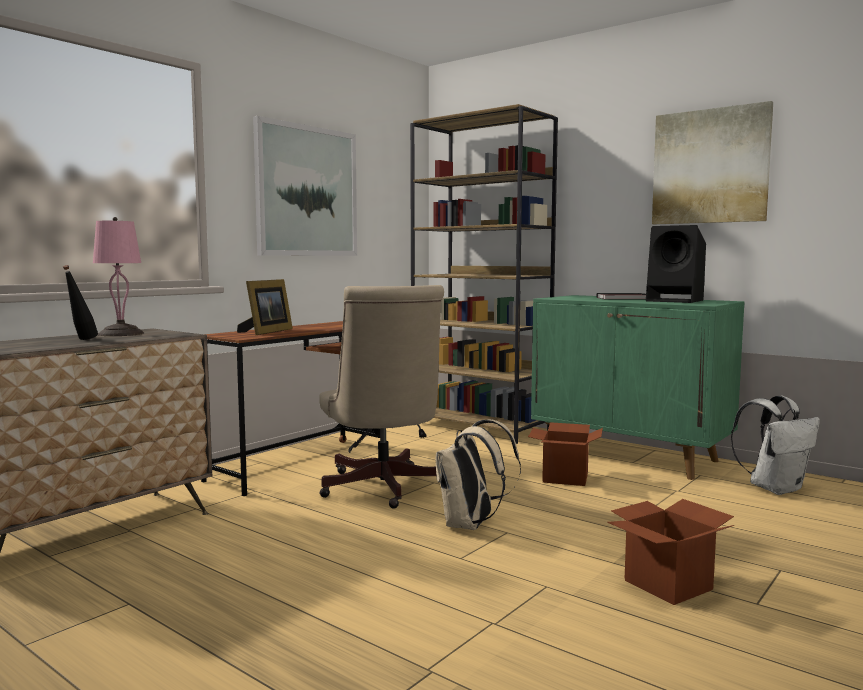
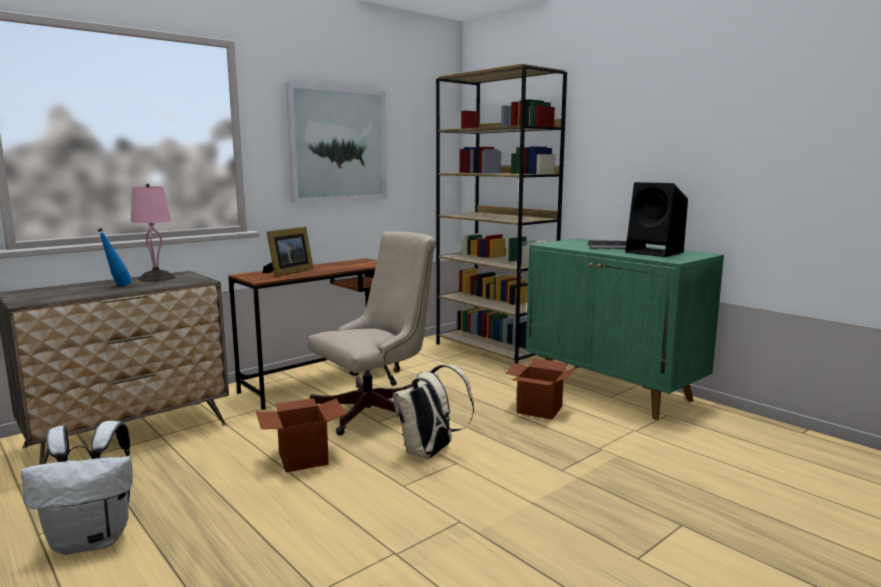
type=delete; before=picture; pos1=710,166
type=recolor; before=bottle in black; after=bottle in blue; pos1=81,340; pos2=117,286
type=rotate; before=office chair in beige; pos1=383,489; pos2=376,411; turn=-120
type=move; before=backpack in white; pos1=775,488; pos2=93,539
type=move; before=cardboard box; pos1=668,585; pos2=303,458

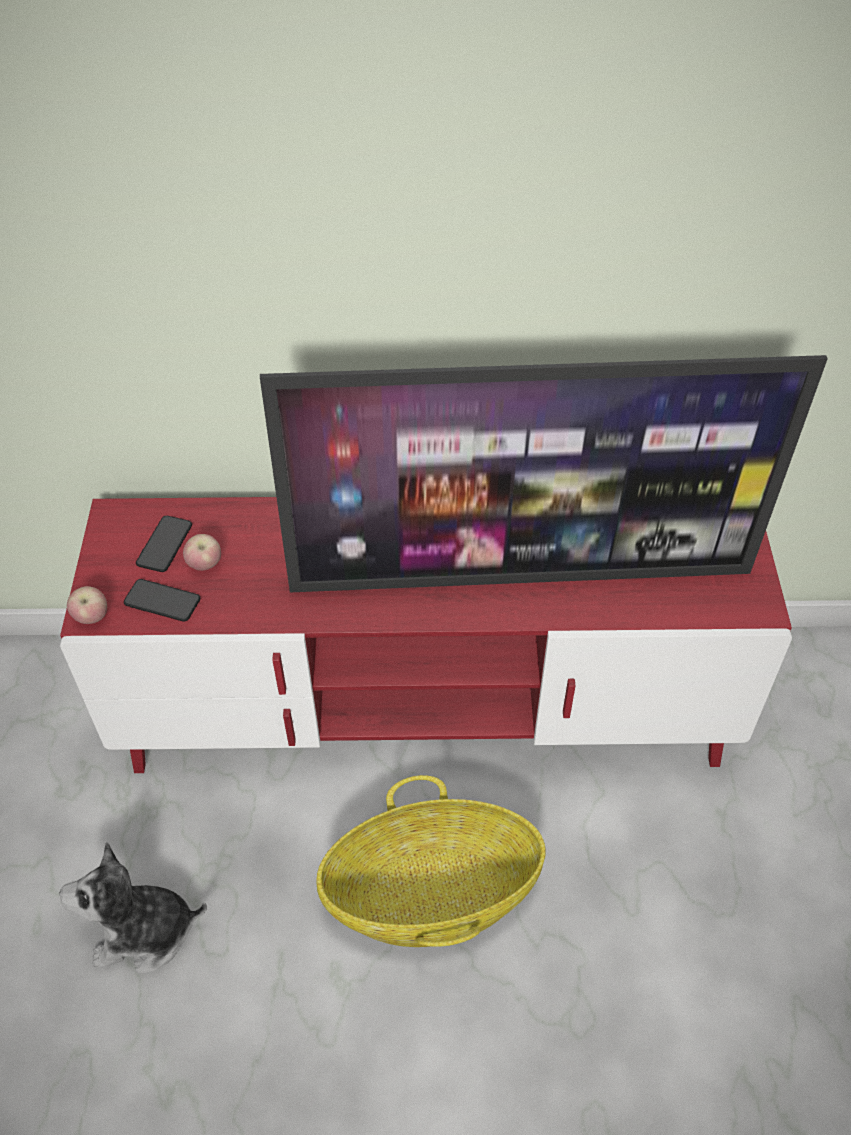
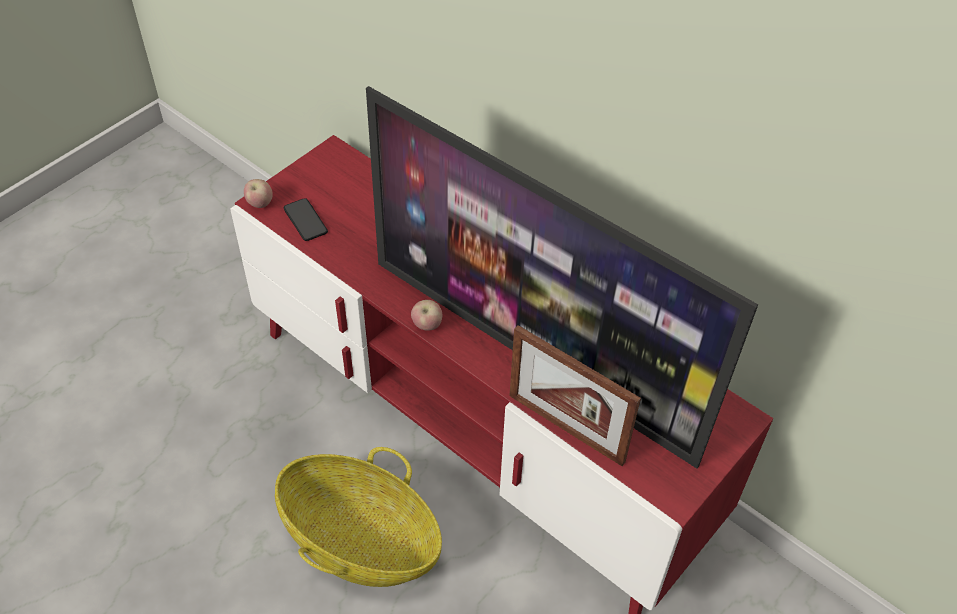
type=delete; before=phone; pos1=164,545
type=move; before=apple; pos1=205,565; pos2=427,325
type=delete; before=plush toy; pos1=143,933
type=insert; after=picture frame; pos2=566,428

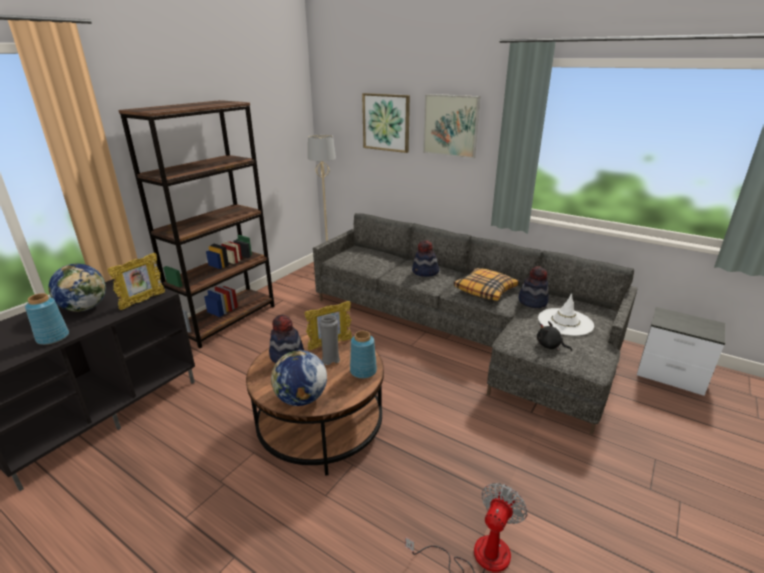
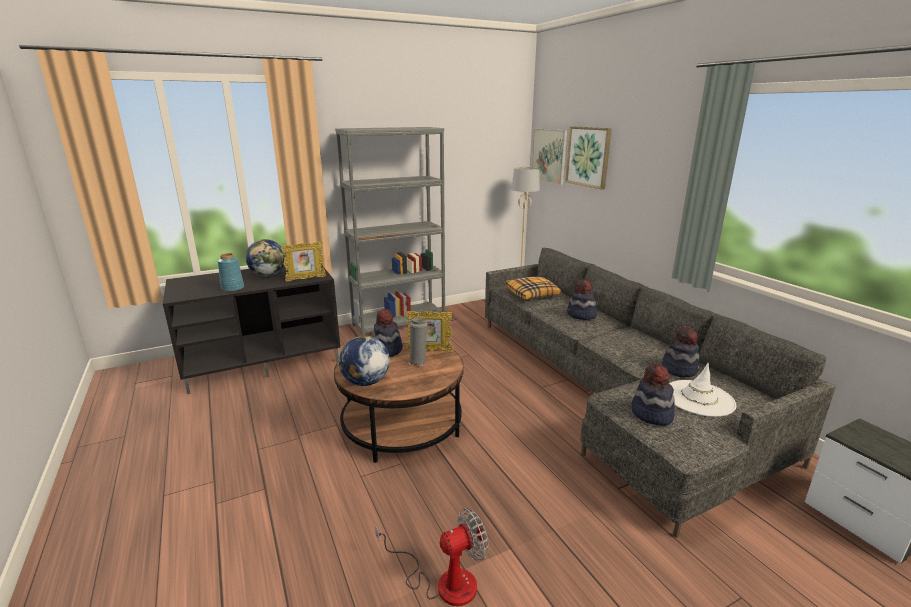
type=move; before=picture; pos1=450,125; pos2=549,155
type=recolor; before=bookcase in brown; after=bookcase in grey; pos1=227,320; pos2=399,323
type=move; before=pillow; pos1=485,290; pos2=532,294
type=replace; before=plush toy in black; after=hat; pos1=550,346; pos2=651,414
type=delete; before=vase in blue; pos1=363,371

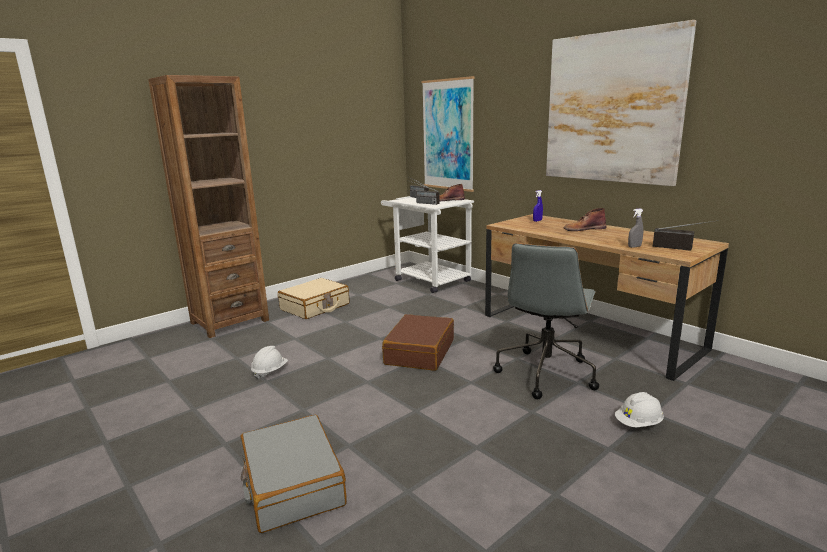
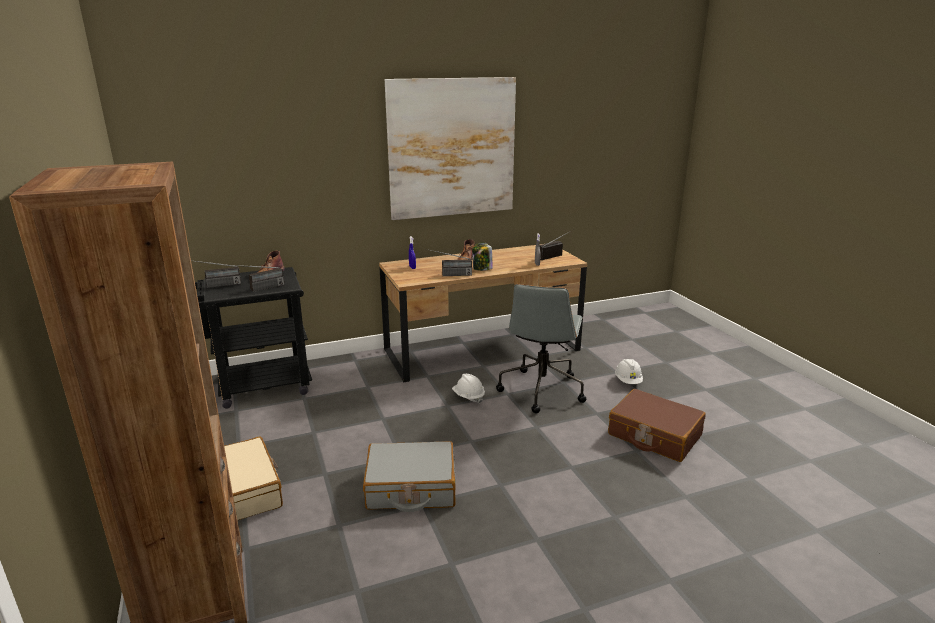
type=delete; before=picture; pos1=448,135
type=recolor; before=cart in white; after=cart in black; pos1=427,279; pos2=254,387
type=rotate; before=office chair in grey; pos1=545,373; pos2=541,389; turn=60
type=move; before=suitcase in brown; pos1=419,352; pos2=654,435
type=move; before=hard hat in white; pos1=270,371; pos2=468,397
type=move; before=suitcase in grey; pos1=292,484; pos2=411,487
type=insert; after=jar; pos2=482,269
type=insert; after=radio; pos2=449,275

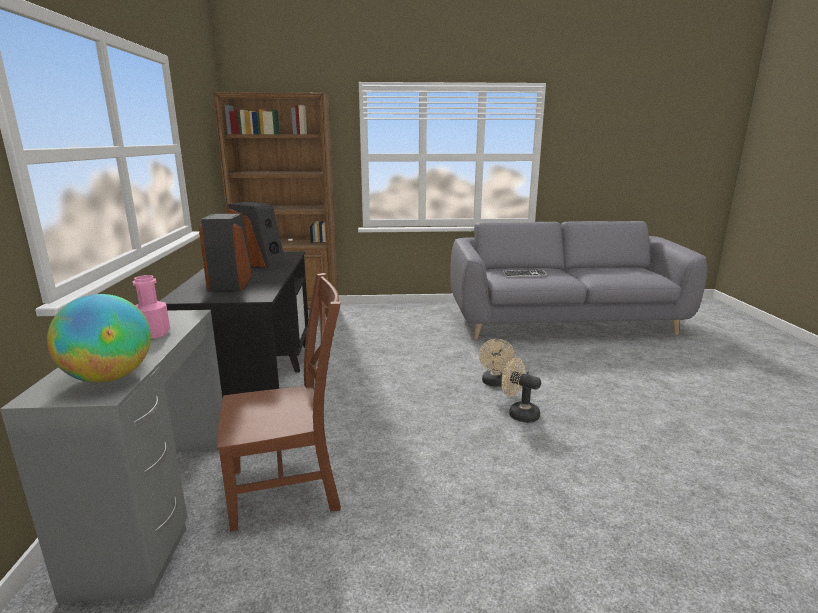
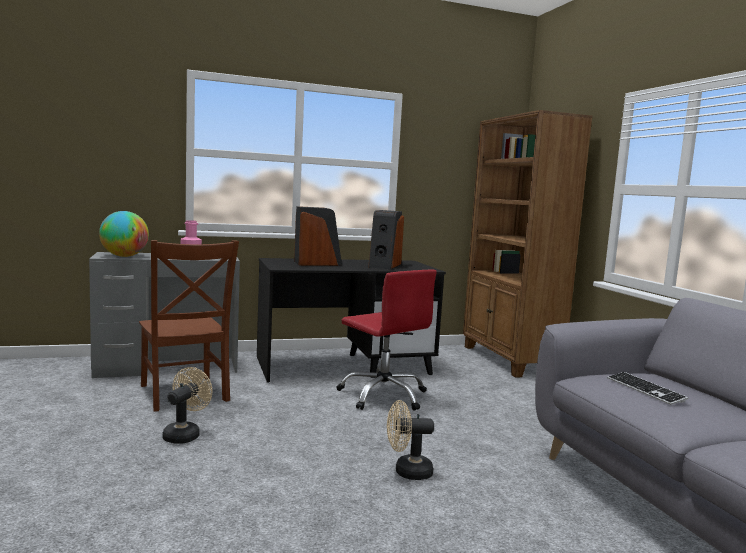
type=move; before=fan in beige; pos1=519,414; pos2=185,434
type=insert; after=office chair in red; pos2=383,395

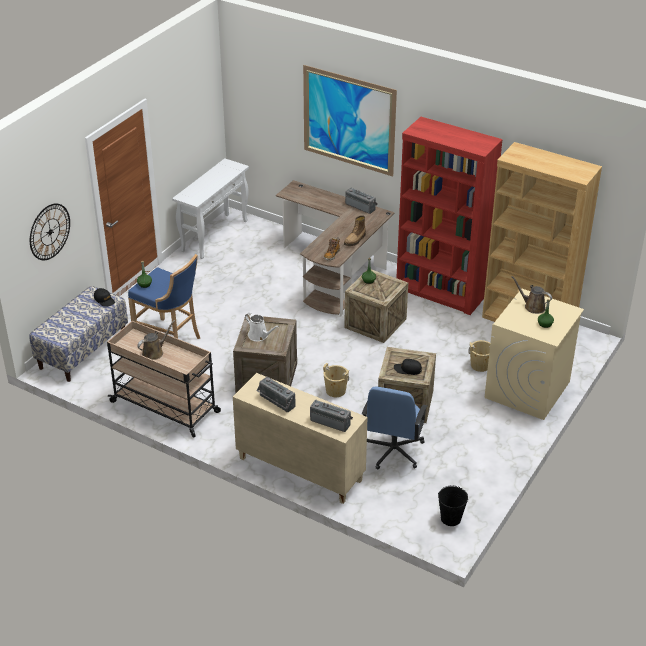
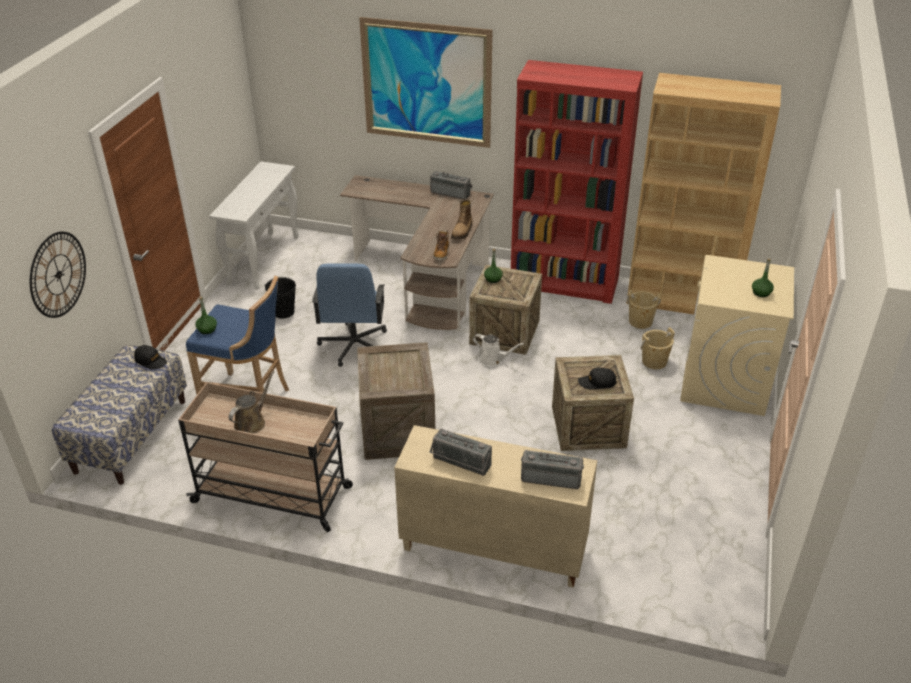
type=delete; before=watering can in brown; pos1=532,306
type=move; before=watering can in white; pos1=259,336; pos2=492,359
type=move; before=bucket in beige; pos1=335,391; pos2=640,322
type=move; before=office chair in blue; pos1=393,451; pos2=354,345
type=move; before=bucket in black; pos1=451,518; pos2=284,312

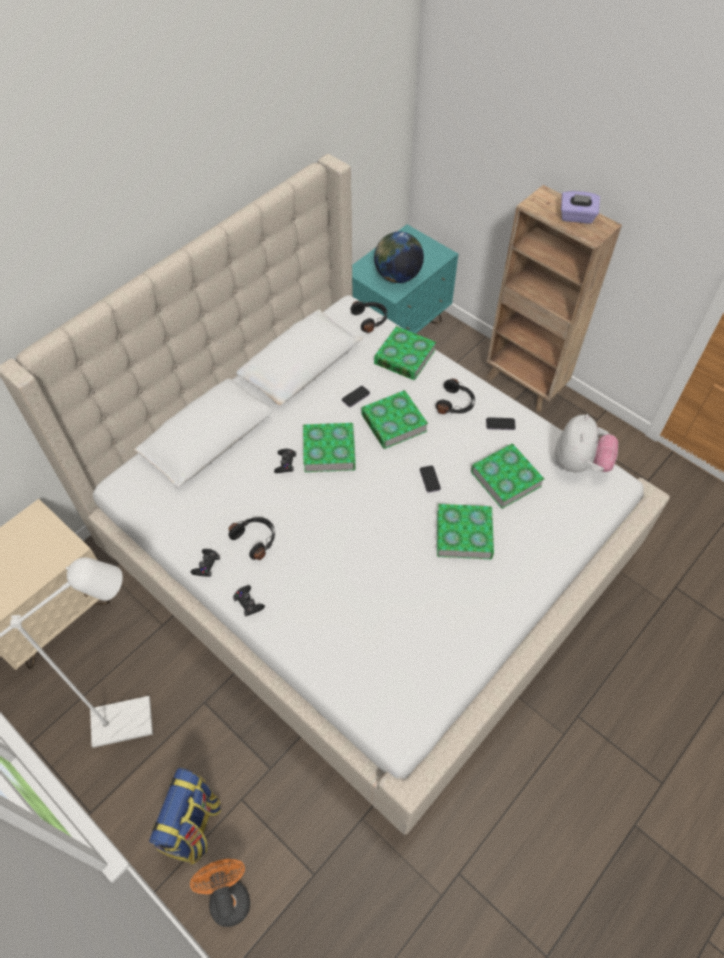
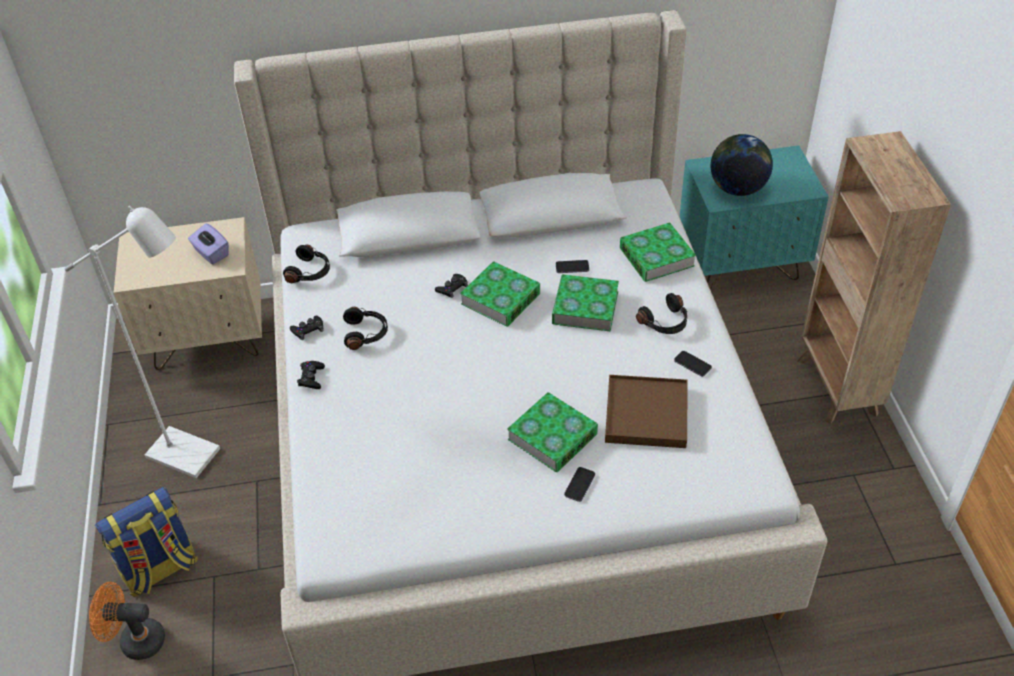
type=move; before=tissue box in purple; pos1=576,217; pos2=211,253
type=move; before=headphones in black; pos1=370,319; pos2=310,272
type=delete; before=plush toy; pos1=579,463
type=replace; before=book; after=tray in brown; pos1=506,479; pos2=646,414
type=move; before=phone; pos1=430,479; pos2=579,485
type=rotate; before=fan in orange; pos1=228,896; pos2=135,641; turn=-105

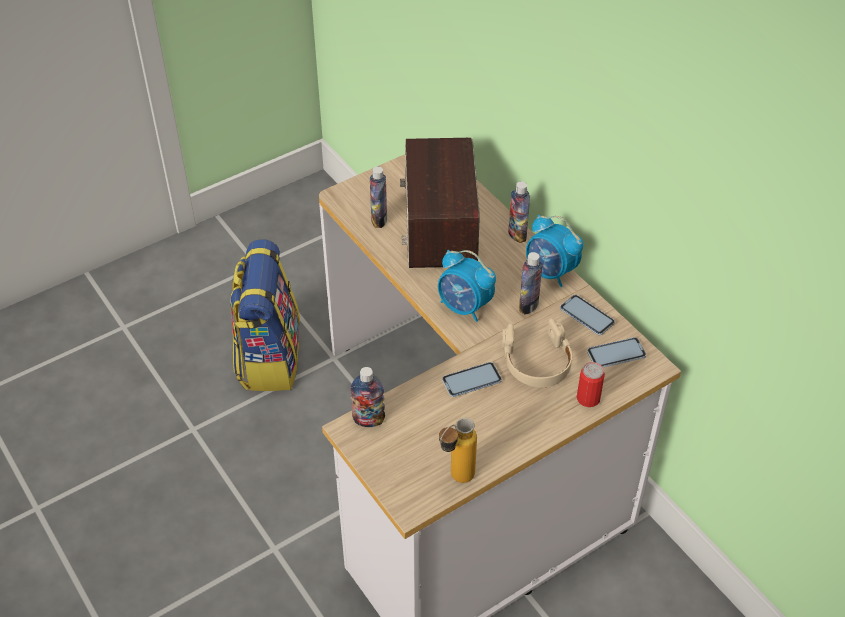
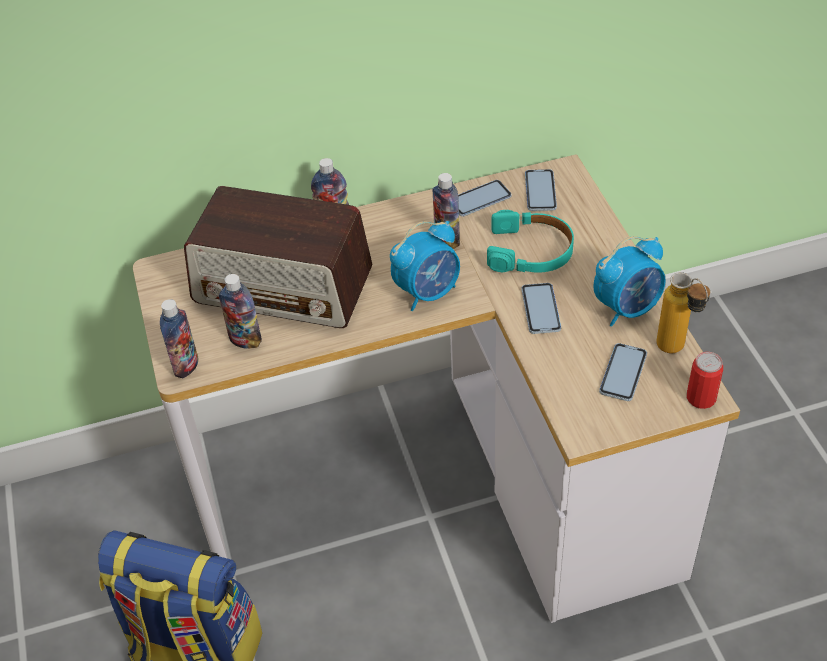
type=move; before=alarm clock; pos1=550,272; pos2=627,308
type=recolor; before=headphones in beige; after=headphones in turquoise; pos1=537,361; pos2=530,251
type=move; before=can; pos1=588,398; pos2=701,398
type=move; before=bottle; pos1=368,420; pos2=186,366
type=insert; after=phone; pos2=623,373

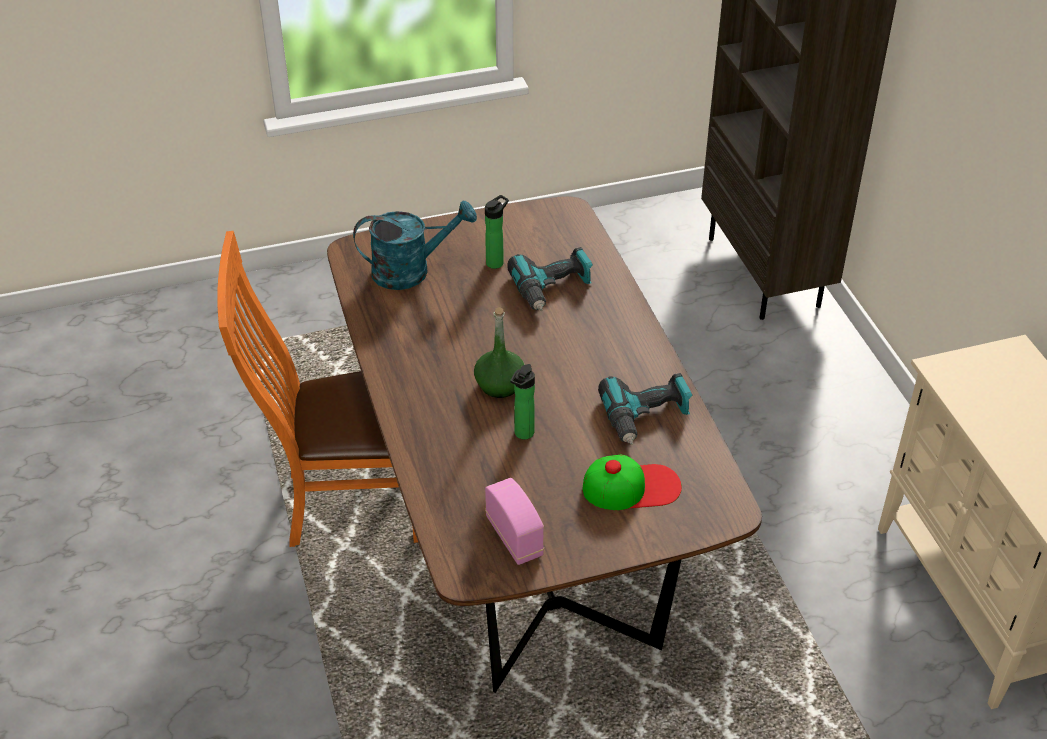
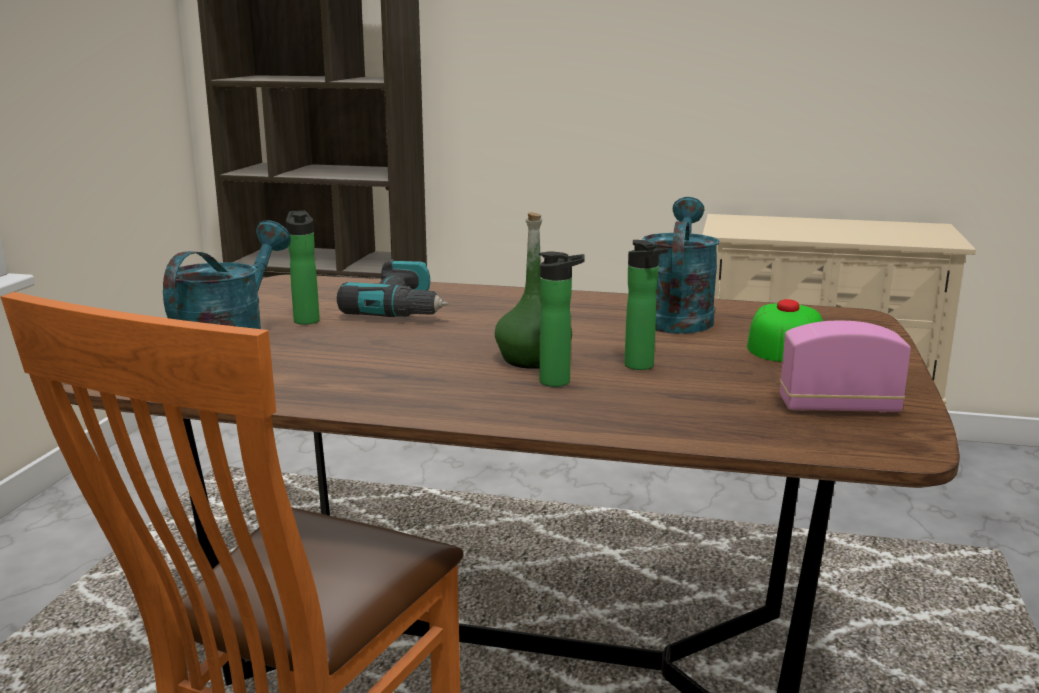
type=replace; before=power drill; after=watering can in turquoise; pos1=646,417; pos2=676,316
type=insert; after=bottle; pos2=560,382

